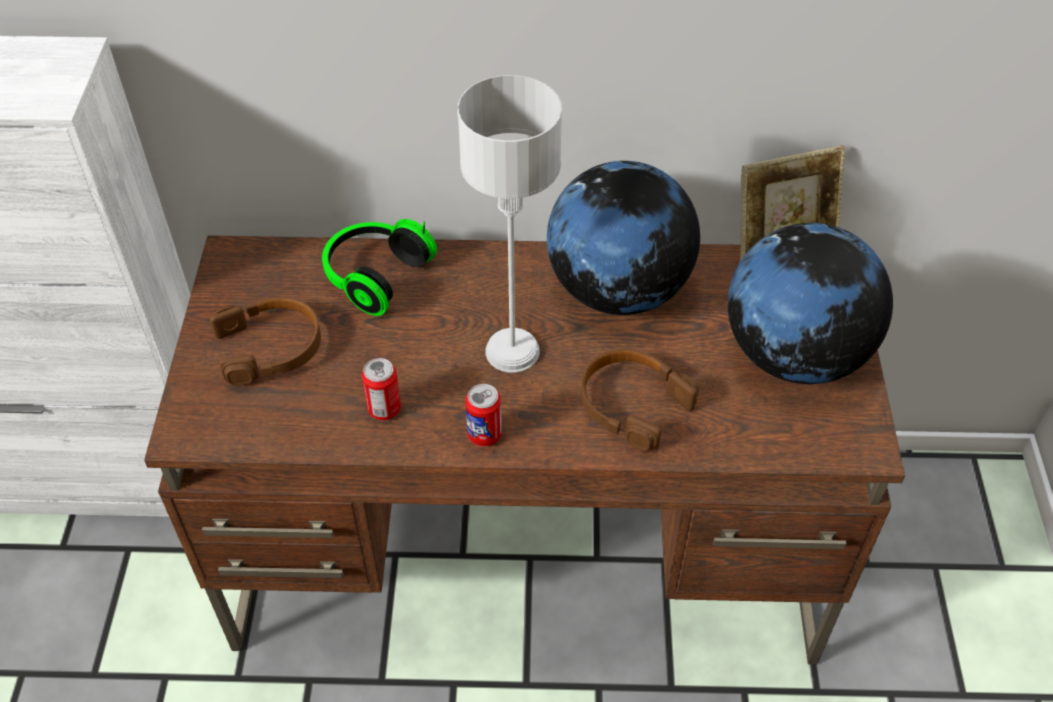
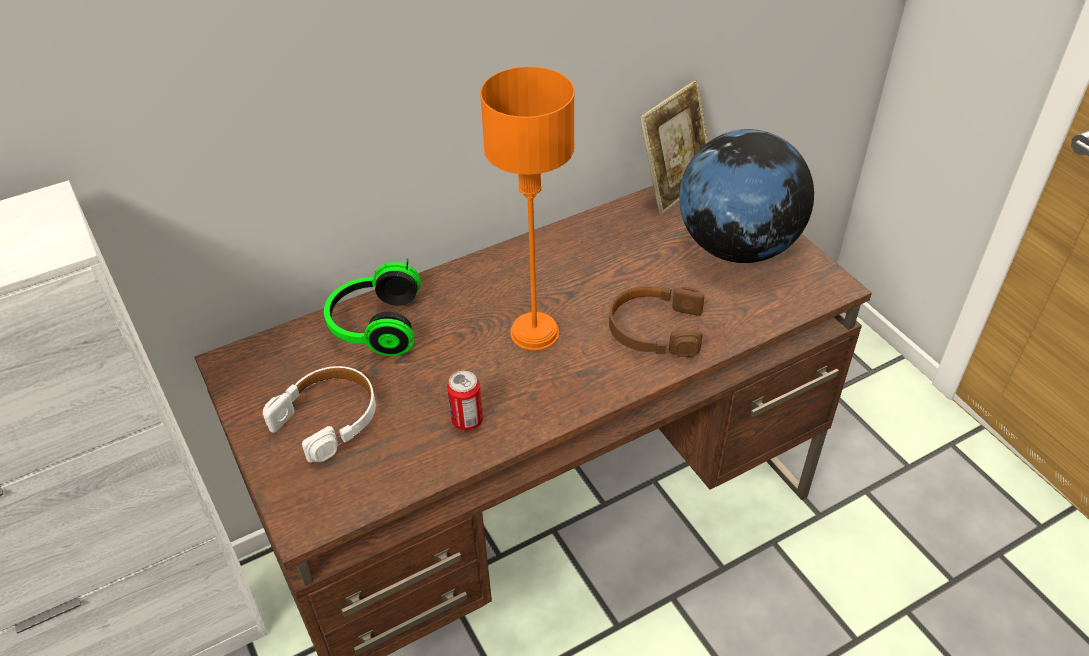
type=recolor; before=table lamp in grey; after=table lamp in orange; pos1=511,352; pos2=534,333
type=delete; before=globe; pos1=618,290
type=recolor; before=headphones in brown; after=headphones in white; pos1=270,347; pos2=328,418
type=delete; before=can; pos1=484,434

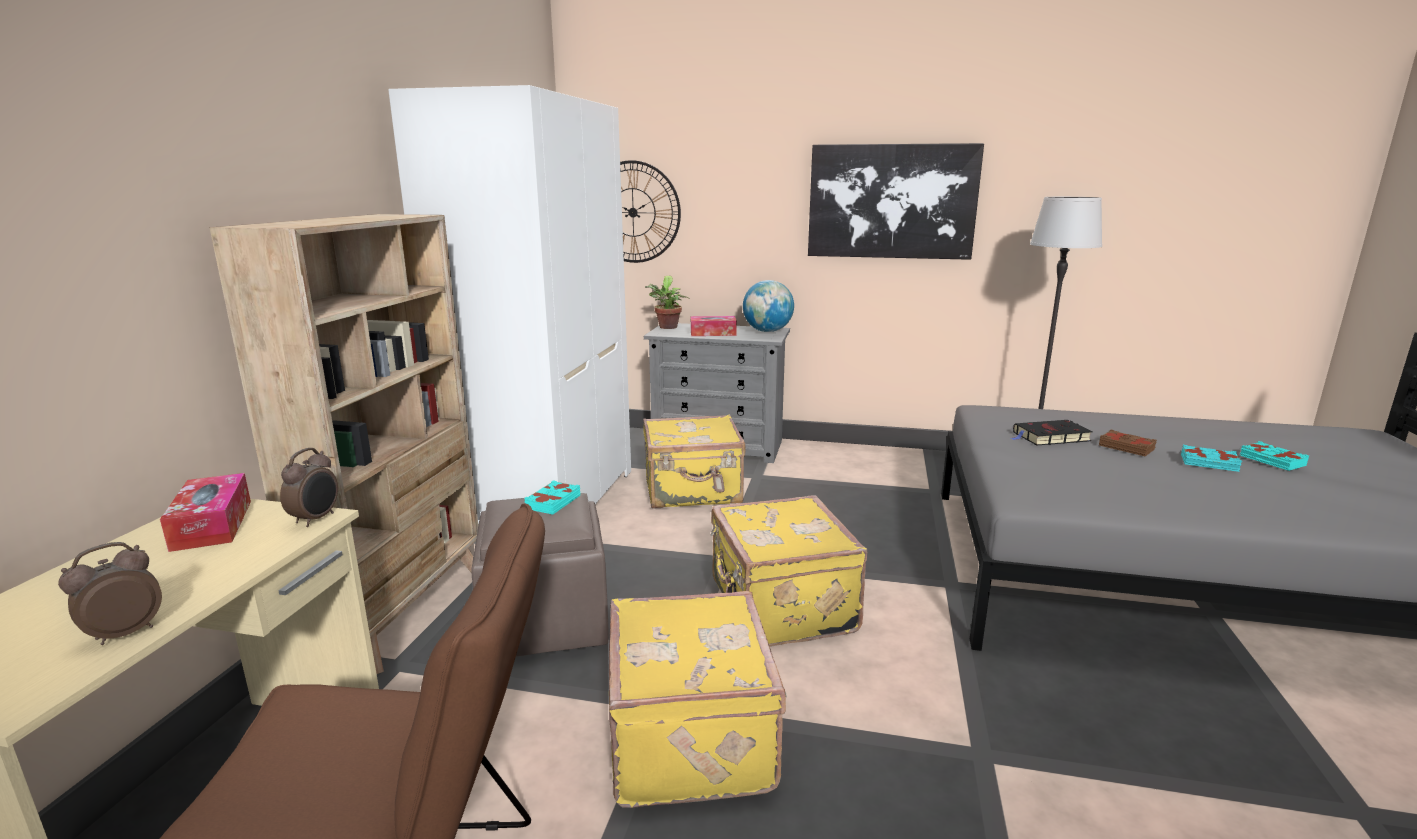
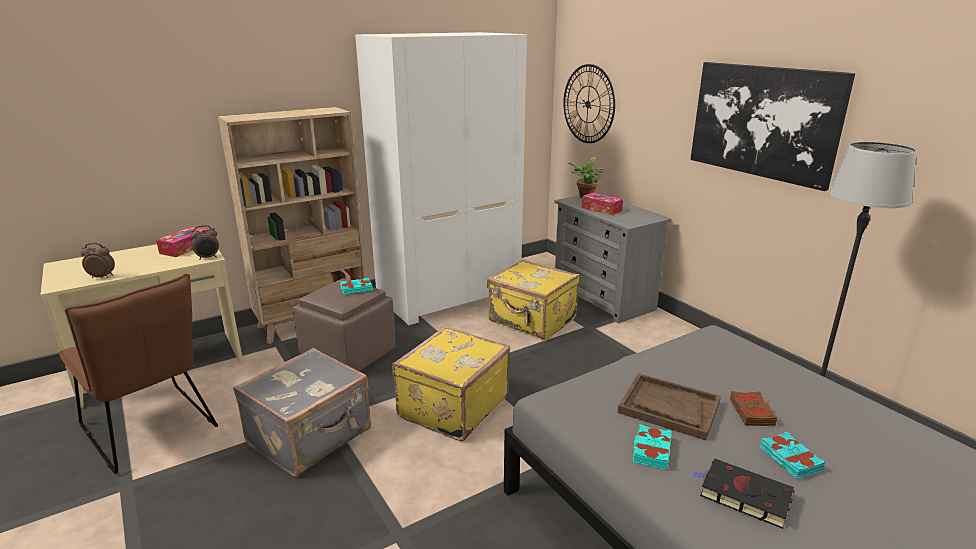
type=delete; before=globe; pos1=767,331
type=move; before=book in black; pos1=1049,437; pos2=742,495
type=move; before=book in turquoise; pos1=1271,461; pos2=651,450
type=recolor; before=suitcase in yellow; after=suitcase in grey; pos1=694,737; pos2=311,437
type=insert; after=tray in brown; pos2=668,408

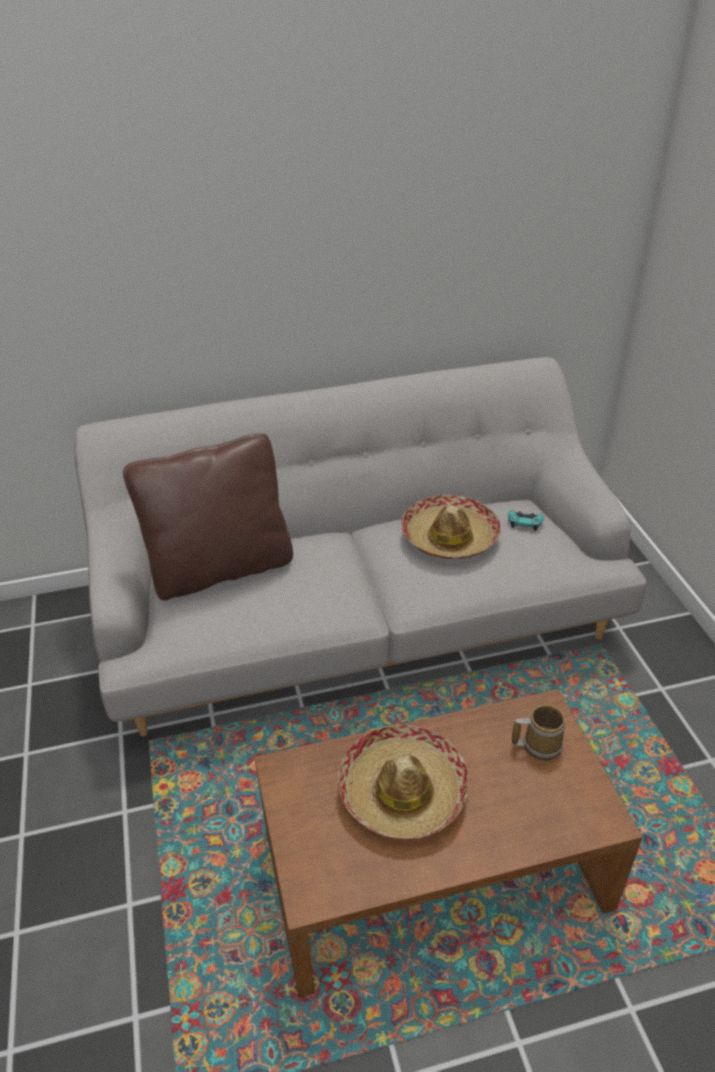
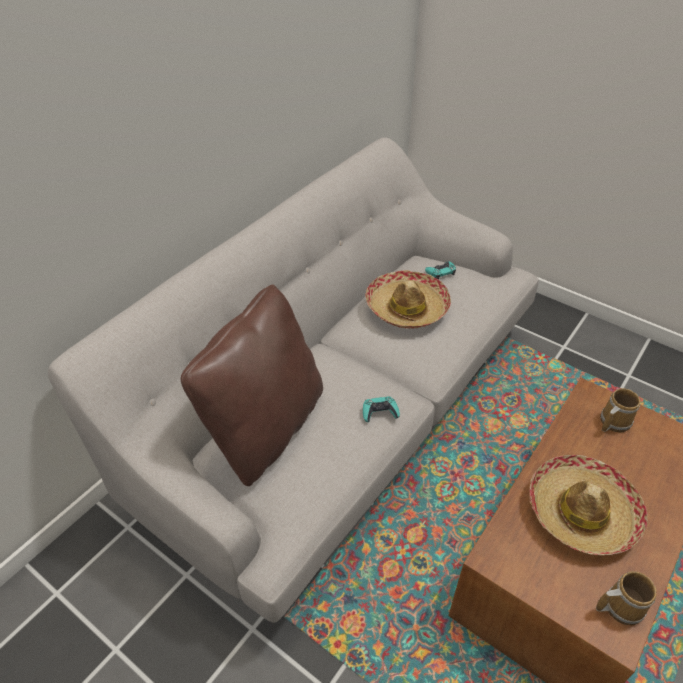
type=insert; after=game controller in turquoise; pos2=379,412
type=insert; after=mug; pos2=620,605

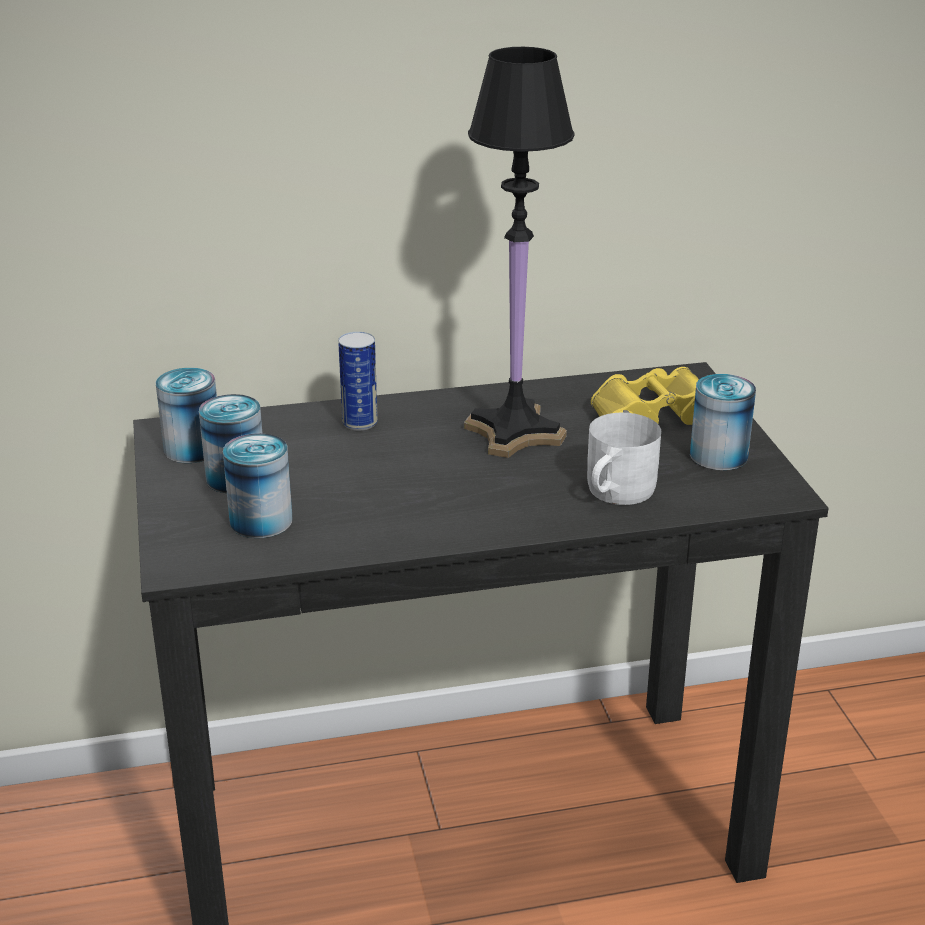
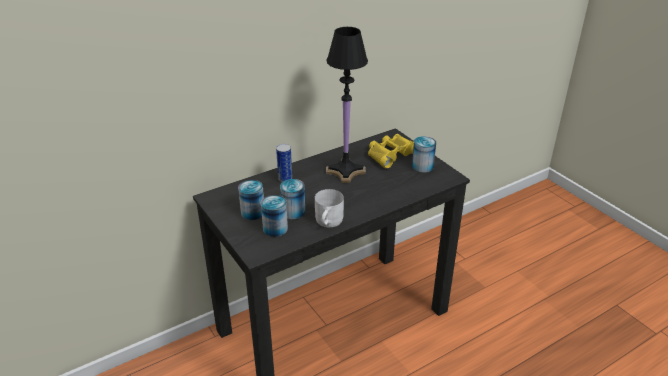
type=move; before=can; pos1=192,448; pos2=293,212
type=move; before=mug in white; pos1=615,492; pos2=327,221

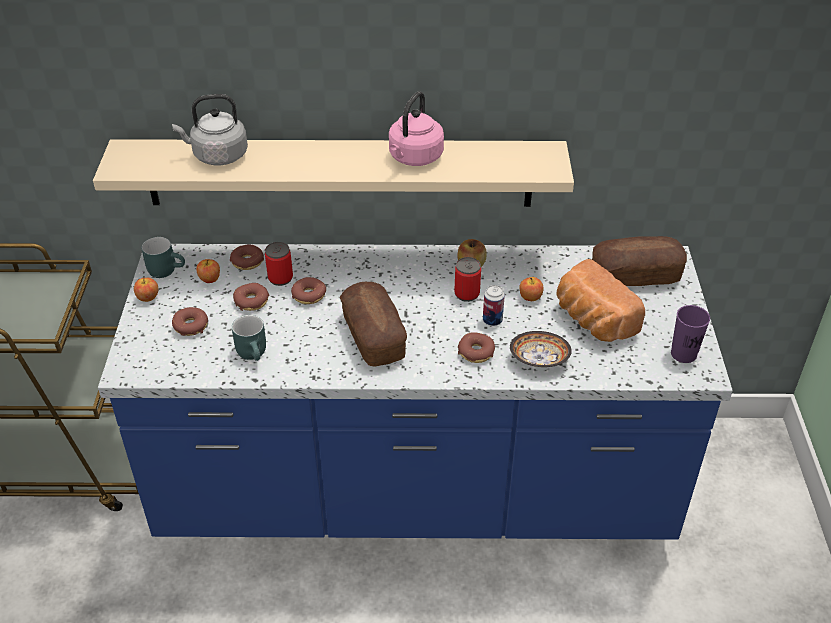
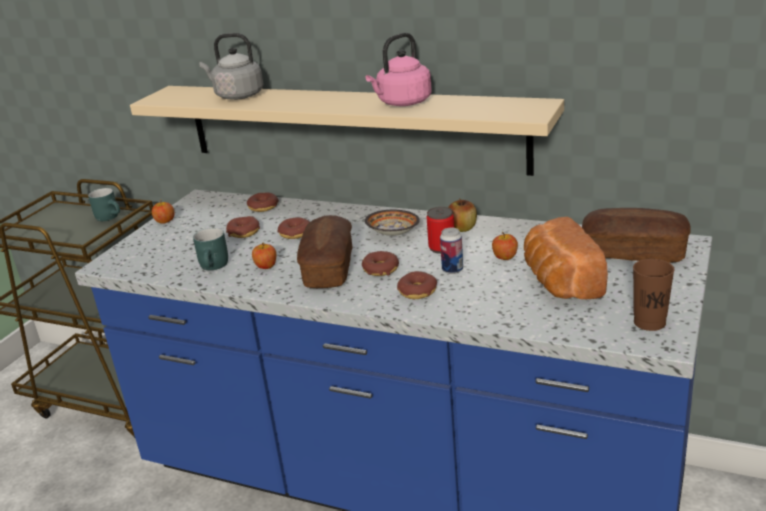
type=move; before=mug in turquoise; pos1=167,269; pos2=111,217
type=delete; before=can; pos1=280,278
type=move; before=apple; pos1=209,279; pos2=266,266
type=recolor; before=cup in purple; after=cup in brown; pos1=683,354; pos2=649,322
type=move; before=donut; pos1=190,326; pos2=380,269
type=move; before=bowl; pos1=538,359; pos2=392,233

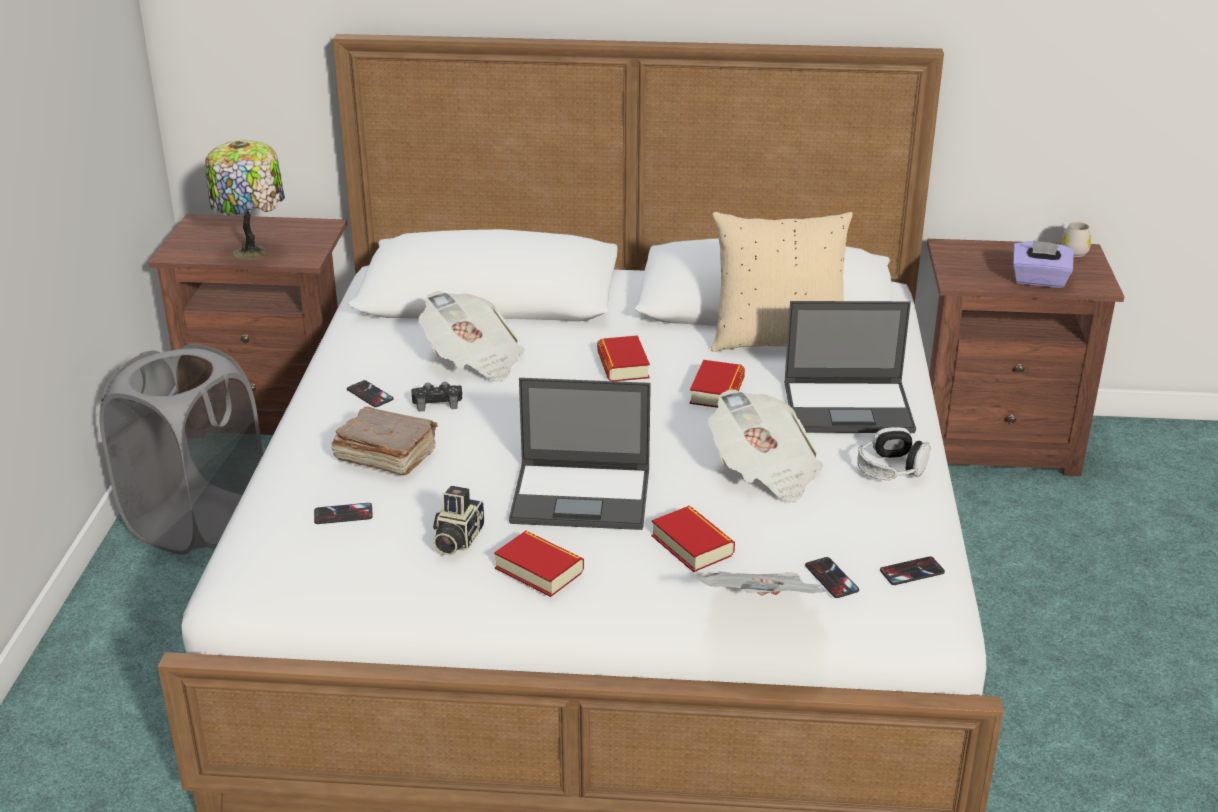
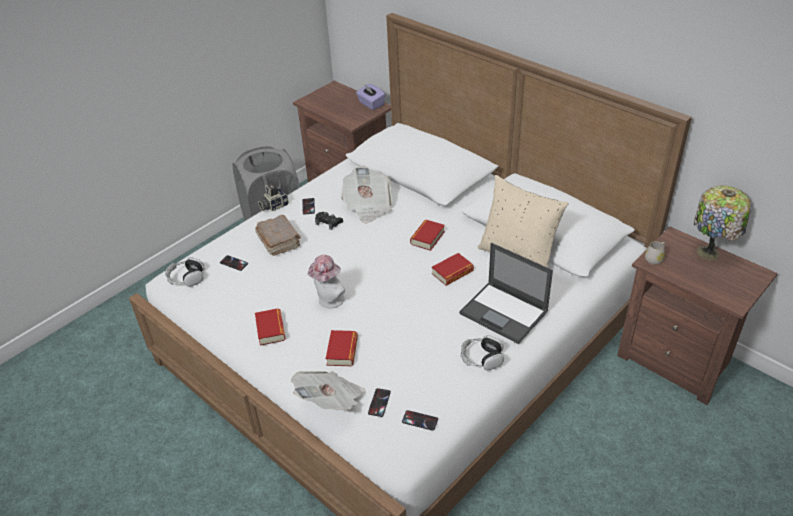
type=move; before=table lamp; pos1=253,252; pos2=709,253
type=move; before=mug in white; pos1=1074,251; pos2=655,258
type=move; before=tissue box in purple; pos1=1039,281; pos2=371,104
type=replace; before=laptop; after=hat; pos1=583,496; pos2=328,301
type=delete; before=newspaper; pos1=764,471
type=move; before=photo camera; pos1=456,539; pos2=273,206
type=insert; after=headphones; pos2=186,278

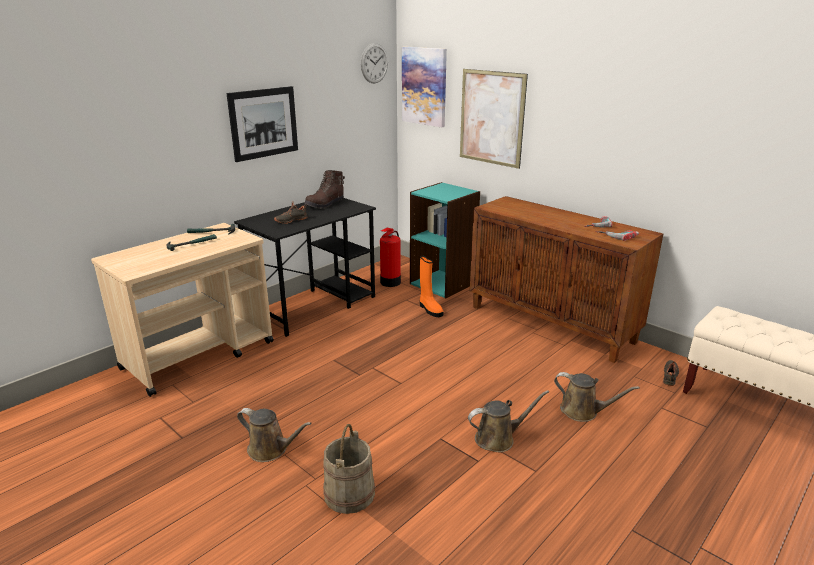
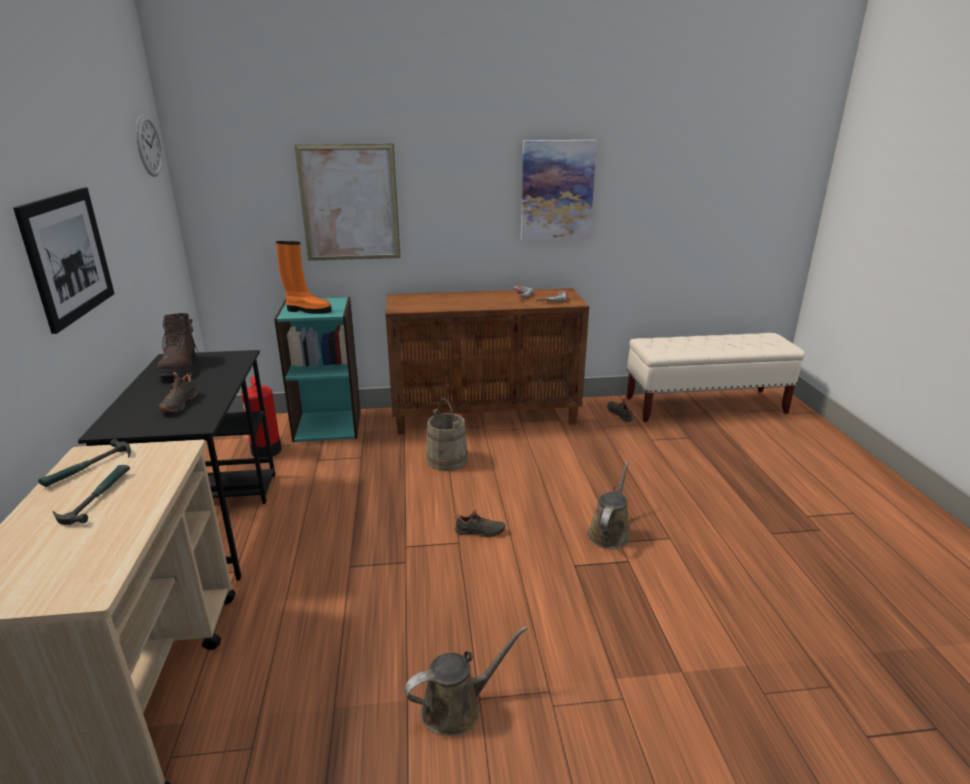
type=move; before=picture; pos1=424,86; pos2=557,190
type=move; before=boot in orange; pos1=430,309; pos2=307,310
type=delete; before=watering can in brown; pos1=583,411
type=move; before=bucket in beige; pos1=349,494; pos2=447,459
type=insert; after=shoe in black; pos2=480,532

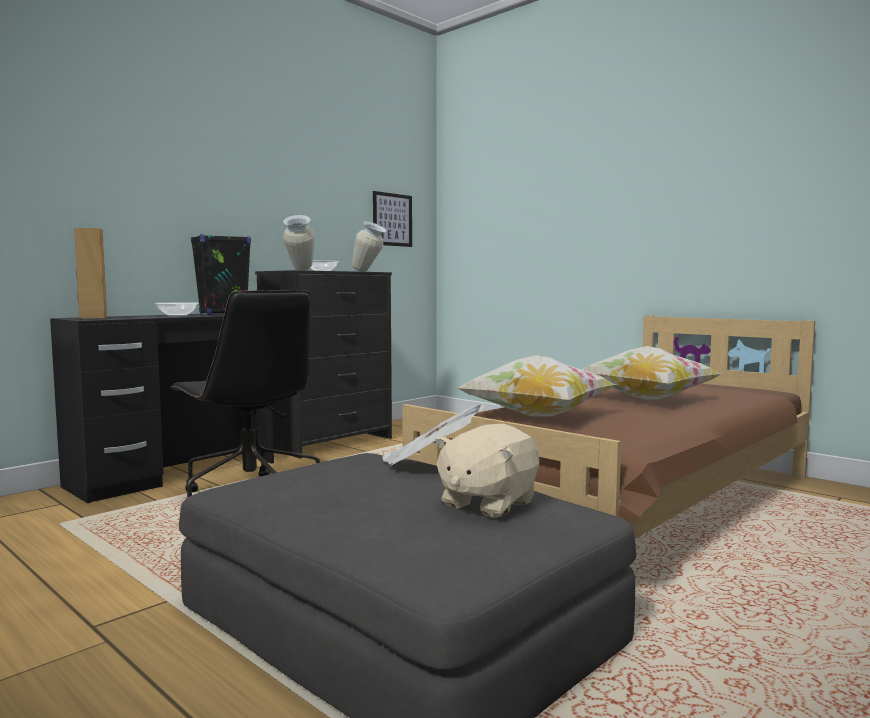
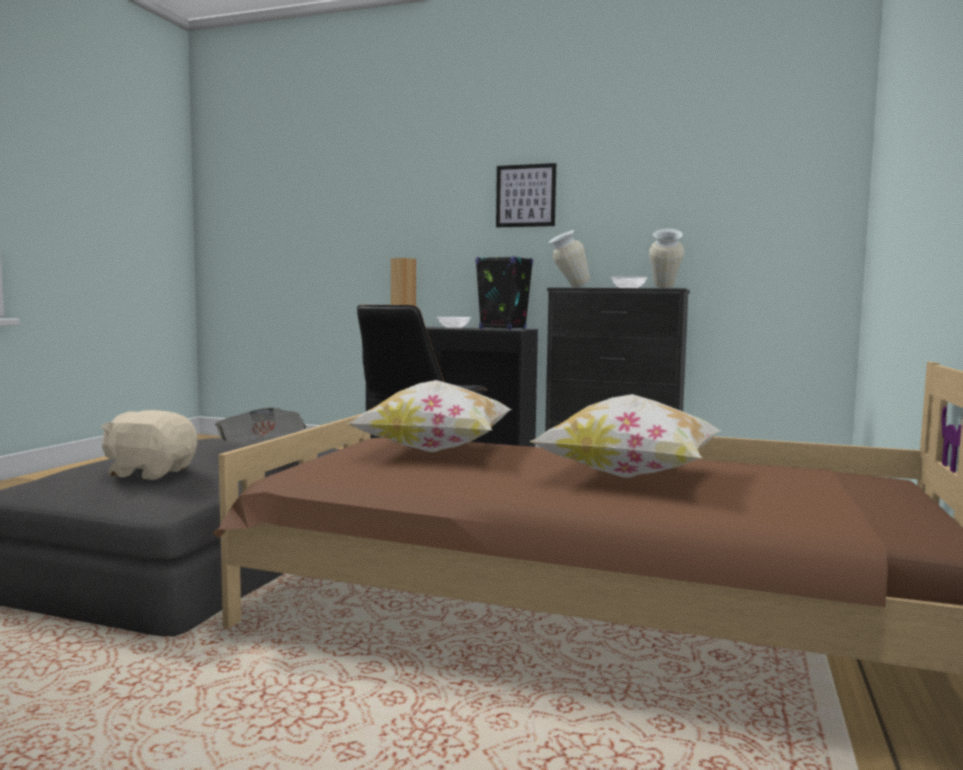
type=move; before=picture; pos1=392,219; pos2=526,196

